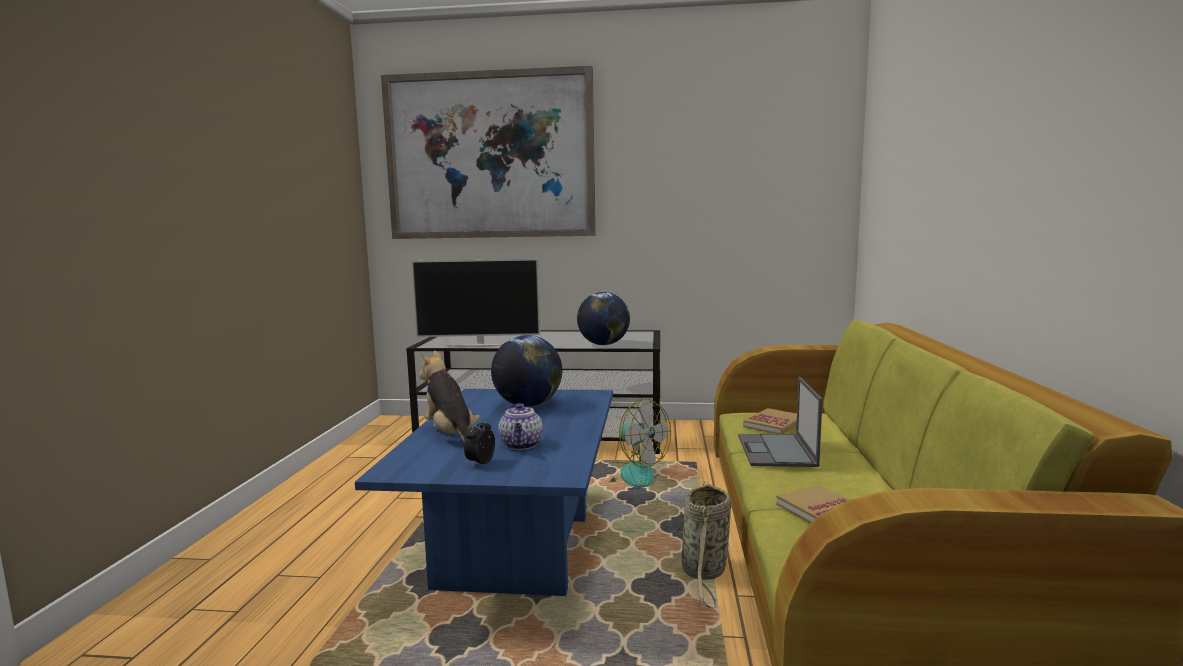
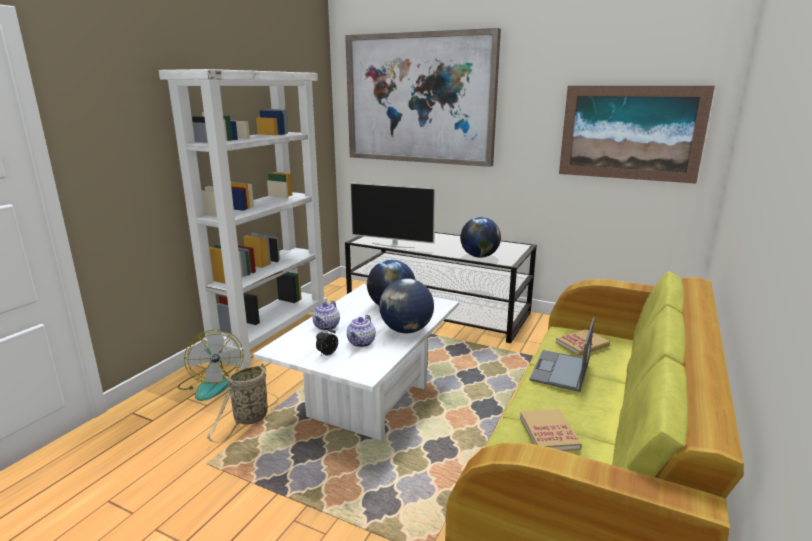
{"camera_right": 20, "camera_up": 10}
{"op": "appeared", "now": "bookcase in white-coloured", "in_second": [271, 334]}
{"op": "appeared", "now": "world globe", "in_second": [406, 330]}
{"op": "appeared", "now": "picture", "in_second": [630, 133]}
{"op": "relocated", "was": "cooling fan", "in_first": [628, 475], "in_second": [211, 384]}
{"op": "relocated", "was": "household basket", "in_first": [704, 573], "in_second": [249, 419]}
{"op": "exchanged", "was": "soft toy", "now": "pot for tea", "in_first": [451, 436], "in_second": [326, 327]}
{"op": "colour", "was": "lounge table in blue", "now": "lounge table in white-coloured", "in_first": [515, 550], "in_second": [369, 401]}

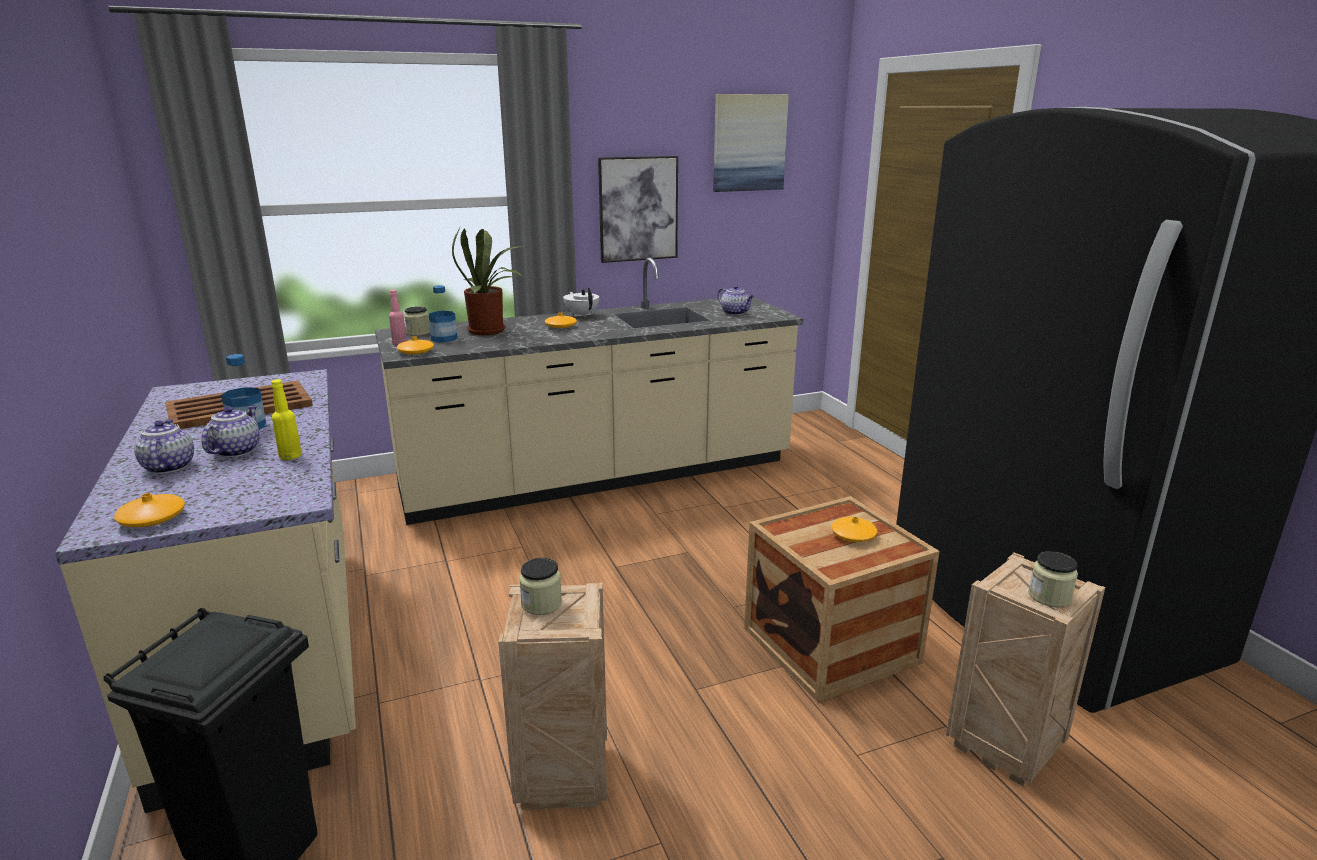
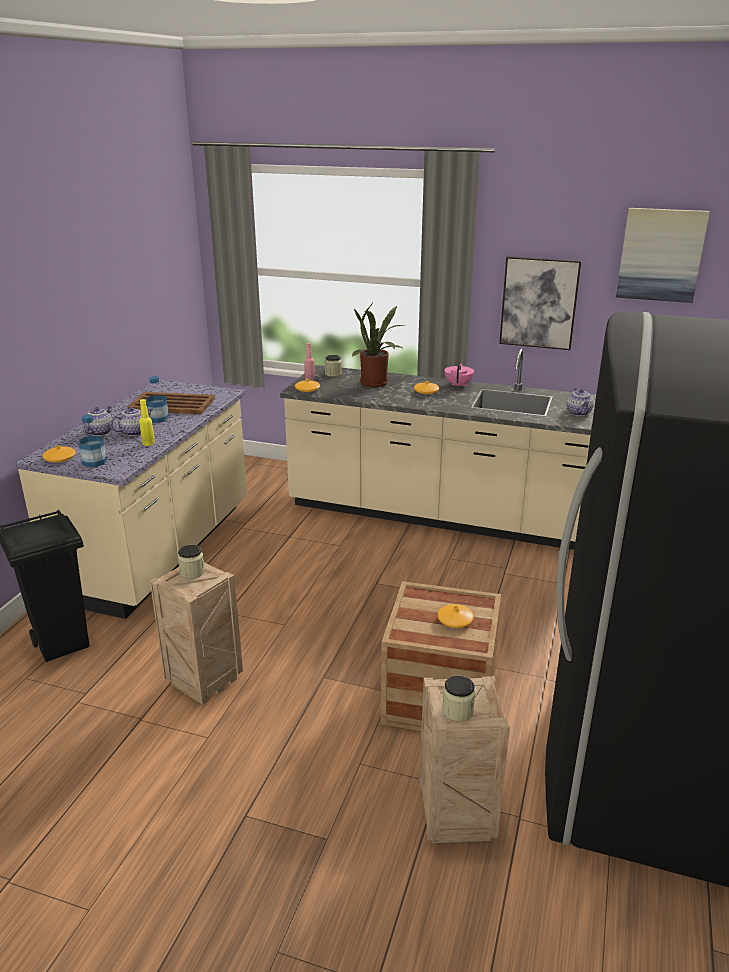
{"camera_right": 40, "camera_up": 5}
{"op": "relocated", "was": "bottle", "in_first": [444, 339], "in_second": [94, 462]}
{"op": "colour", "was": "pot for tea in white-coloured", "now": "pot for tea in pink", "in_first": [582, 315], "in_second": [458, 385]}

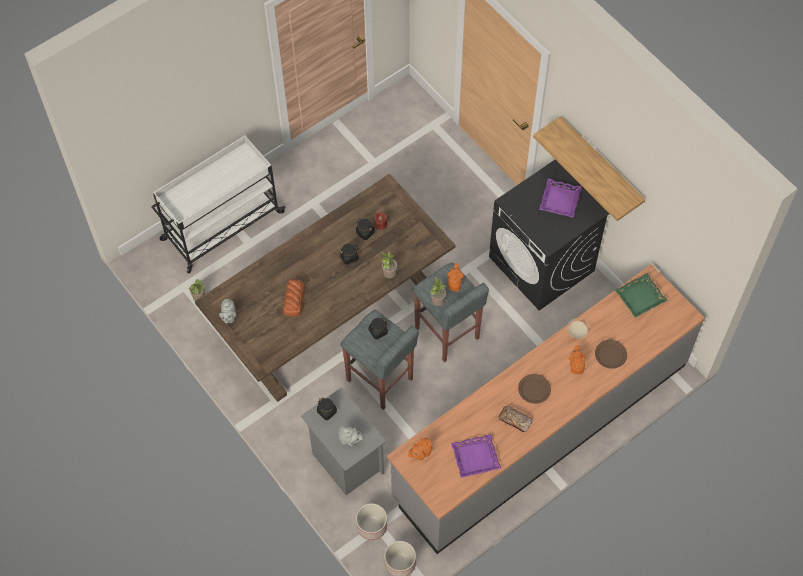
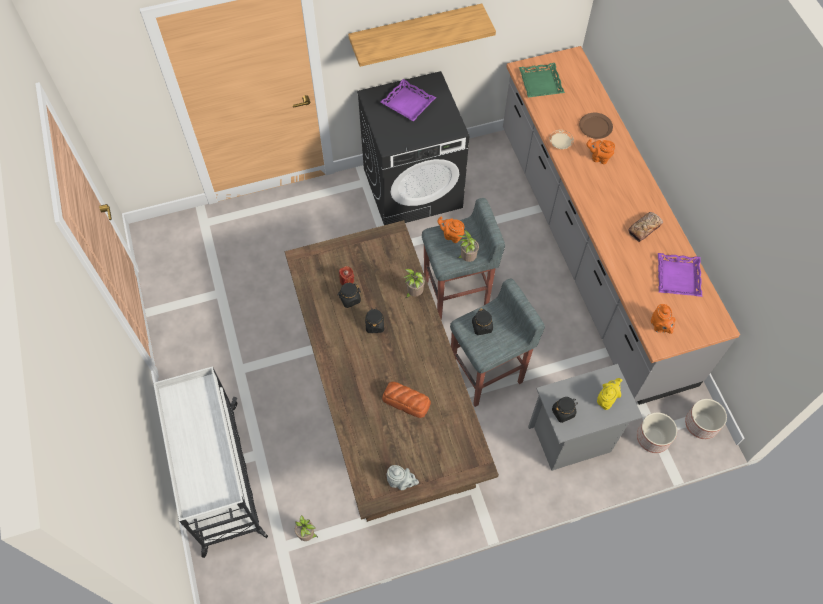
{"camera_right": -70, "camera_up": 0}
{"op": "missing", "was": "dinner plate in brown-coloured", "in_first": [534, 389]}
{"op": "colour", "was": "pot for tea in grey", "now": "pot for tea in yellowish", "in_first": [350, 440], "in_second": [606, 399]}

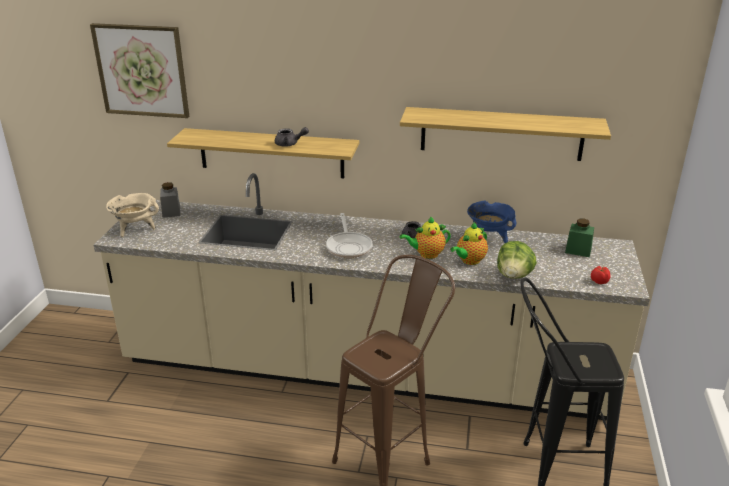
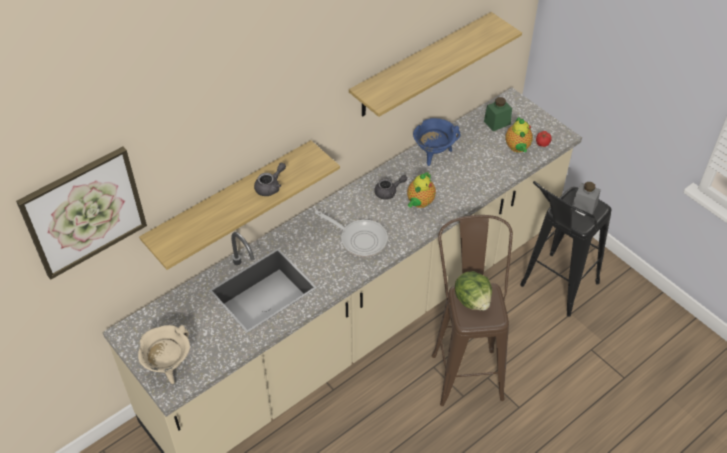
{"camera_right": -50, "camera_up": 20}
{"op": "relocated", "was": "jar in grey", "in_first": [171, 212], "in_second": [584, 206]}
{"op": "relocated", "was": "pot for tea", "in_first": [469, 261], "in_second": [517, 148]}
{"op": "relocated", "was": "lettuce head", "in_first": [514, 275], "in_second": [473, 300]}

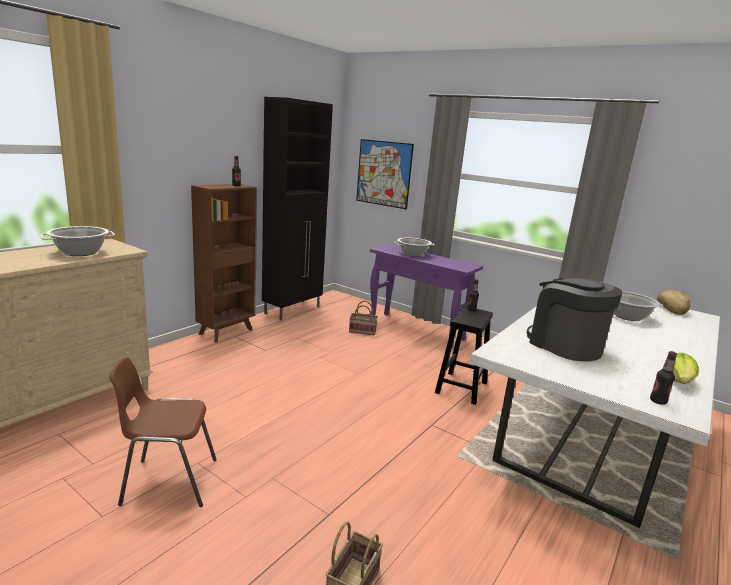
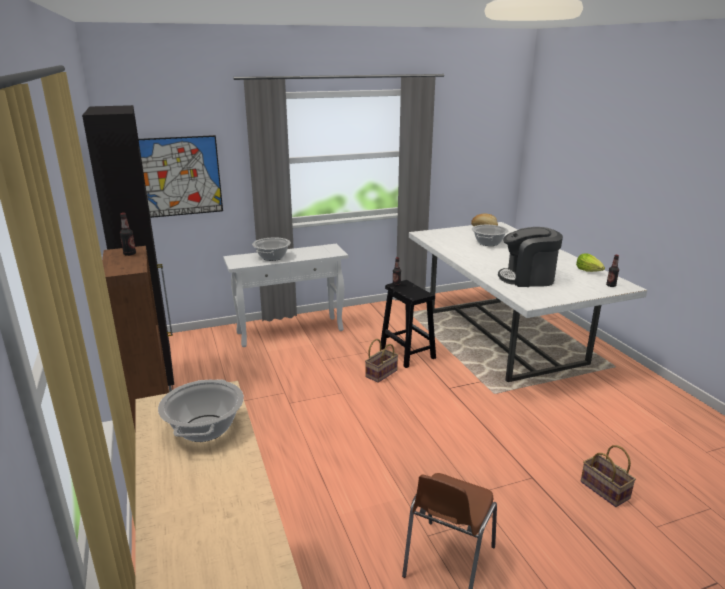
{"camera_right": -55, "camera_up": 5}
{"op": "relocated", "was": "household basket", "in_first": [363, 331], "in_second": [381, 373]}
{"op": "colour", "was": "narrow table in purple", "now": "narrow table in white-coloured", "in_first": [416, 330], "in_second": [291, 331]}

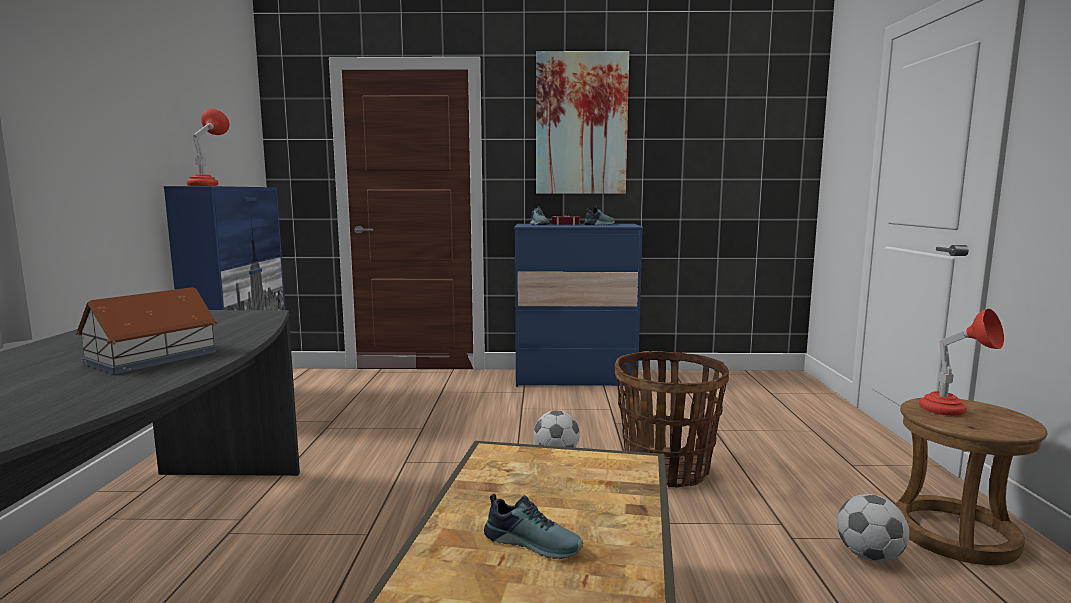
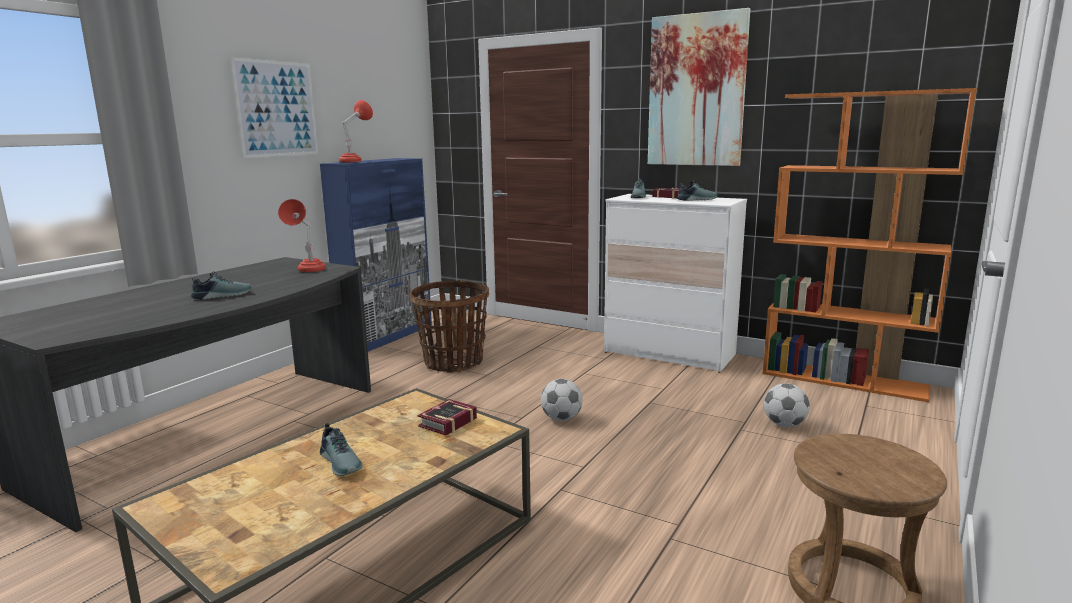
{"camera_right": 30, "camera_up": 5}
{"op": "appeared", "now": "picture", "in_second": [276, 109]}
{"op": "appeared", "now": "book", "in_second": [445, 423]}
{"op": "appeared", "now": "bookcase in orangey", "in_second": [844, 380]}
{"op": "relocated", "was": "household basket", "in_first": [667, 470], "in_second": [453, 363]}
{"op": "relocated", "was": "football", "in_first": [869, 556], "in_second": [784, 424]}
{"op": "relocated", "was": "table lamp in red", "in_first": [953, 413], "in_second": [307, 271]}
{"op": "exchanged", "was": "toy house", "now": "low shoe", "in_first": [150, 358], "in_second": [222, 295]}
{"op": "colour", "was": "chest of drawers in blue", "now": "chest of drawers in white-coloured", "in_first": [575, 378], "in_second": [669, 354]}

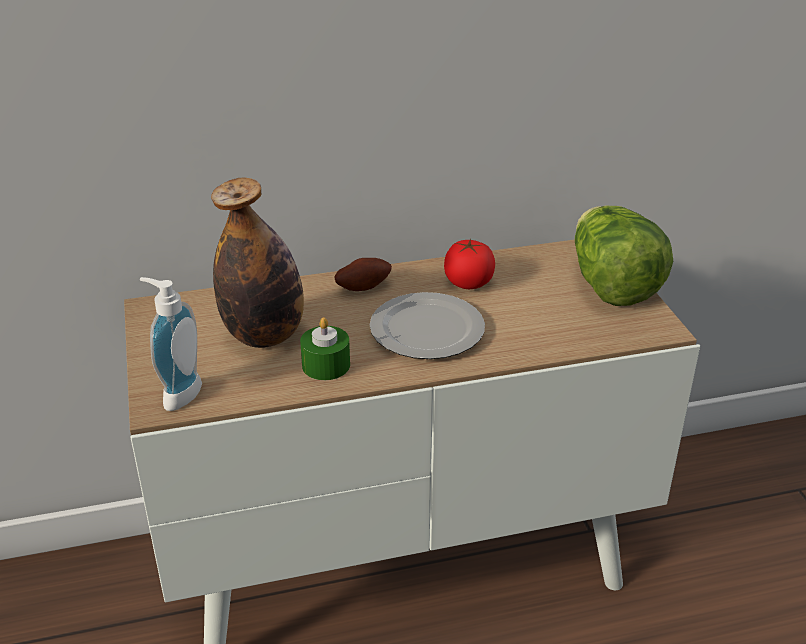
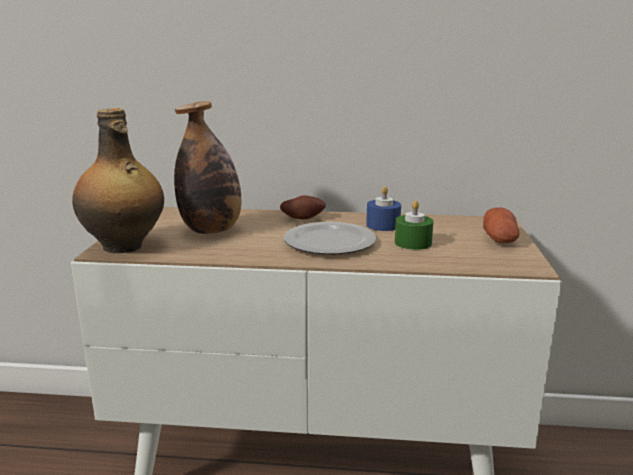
{"camera_right": 20, "camera_up": -15}
{"op": "relocated", "was": "candle in green", "in_first": [326, 365], "in_second": [413, 243]}
{"op": "exchanged", "was": "soap dispenser", "now": "bottle", "in_first": [177, 393], "in_second": [124, 247]}
{"op": "exchanged", "was": "tomato", "now": "candle in blue", "in_first": [468, 283], "in_second": [383, 225]}
{"op": "exchanged", "was": "lettuce head", "now": "potato", "in_first": [611, 285], "in_second": [499, 239]}

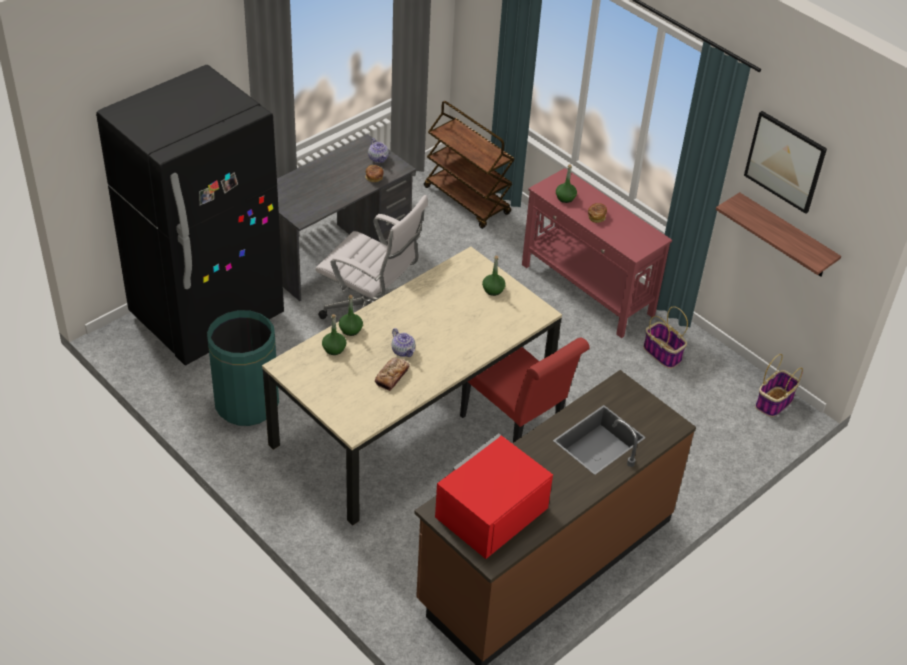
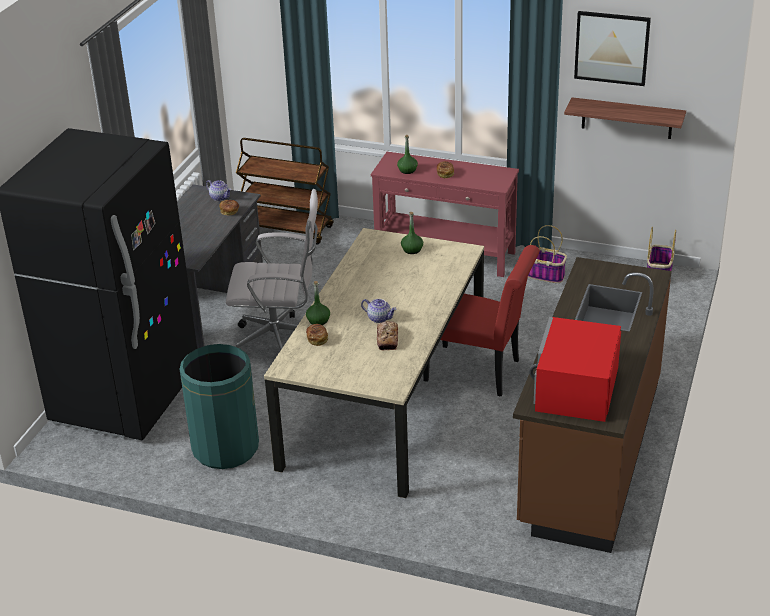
{"camera_right": -25, "camera_up": -10}
{"op": "exchanged", "was": "bottle in green", "now": "bread", "in_first": [334, 348], "in_second": [317, 339]}

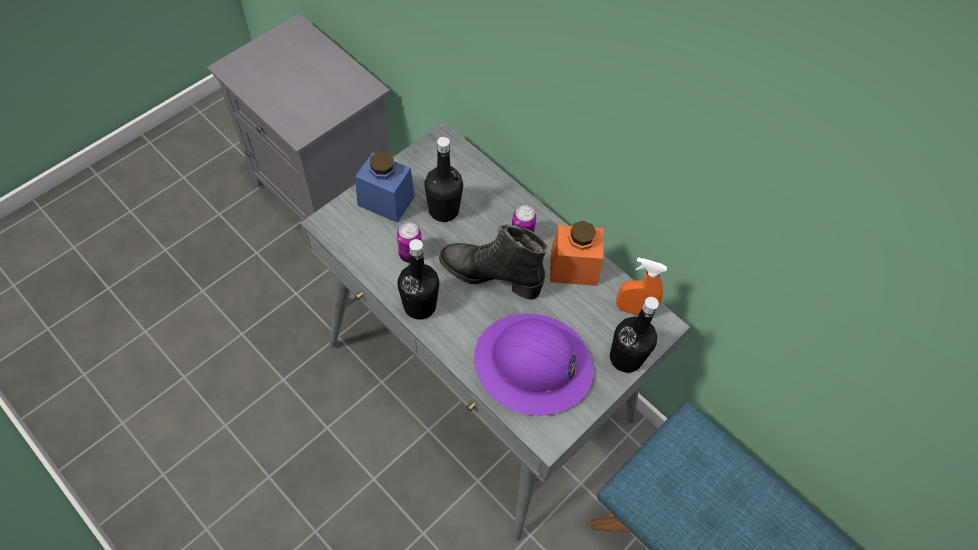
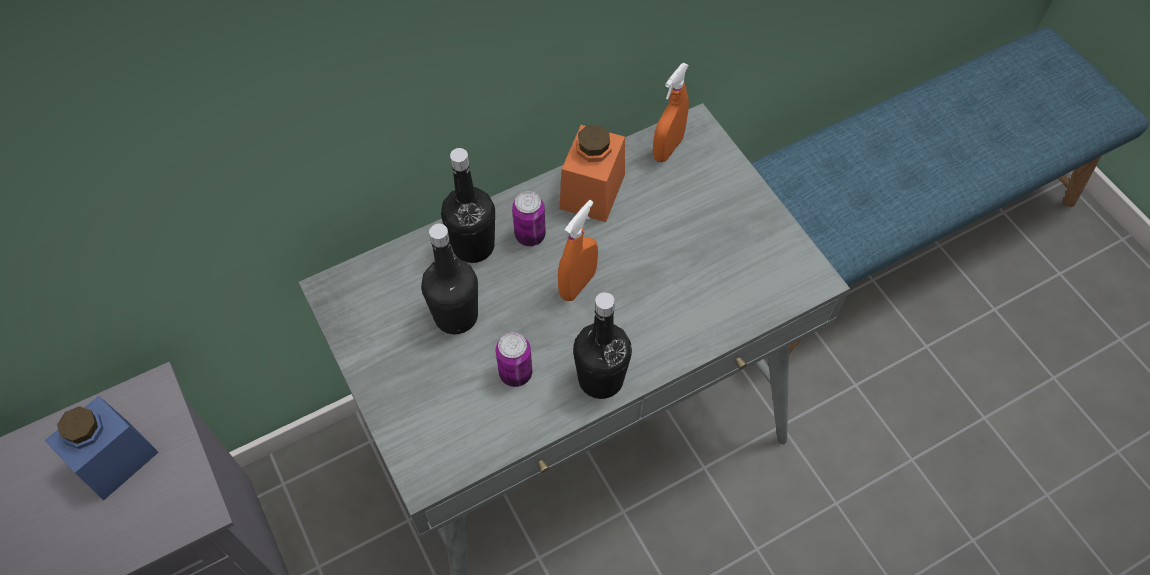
{"camera_right": -70, "camera_up": 0}
{"op": "missing", "was": "work helmet in purple", "in_first": [533, 365]}
{"op": "relocated", "was": "jar in blue", "in_first": [386, 201], "in_second": [115, 459]}
{"op": "relocated", "was": "bottle in blackish", "in_first": [625, 358], "in_second": [473, 246]}
{"op": "exchanged", "was": "high-top boot in blackish", "now": "sprayer in orangey", "in_first": [490, 275], "in_second": [577, 284]}

